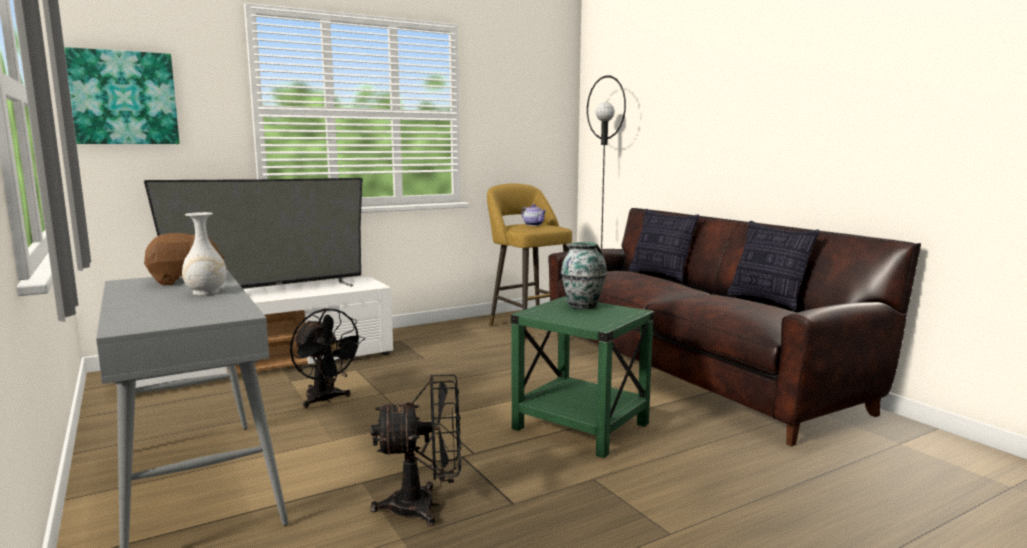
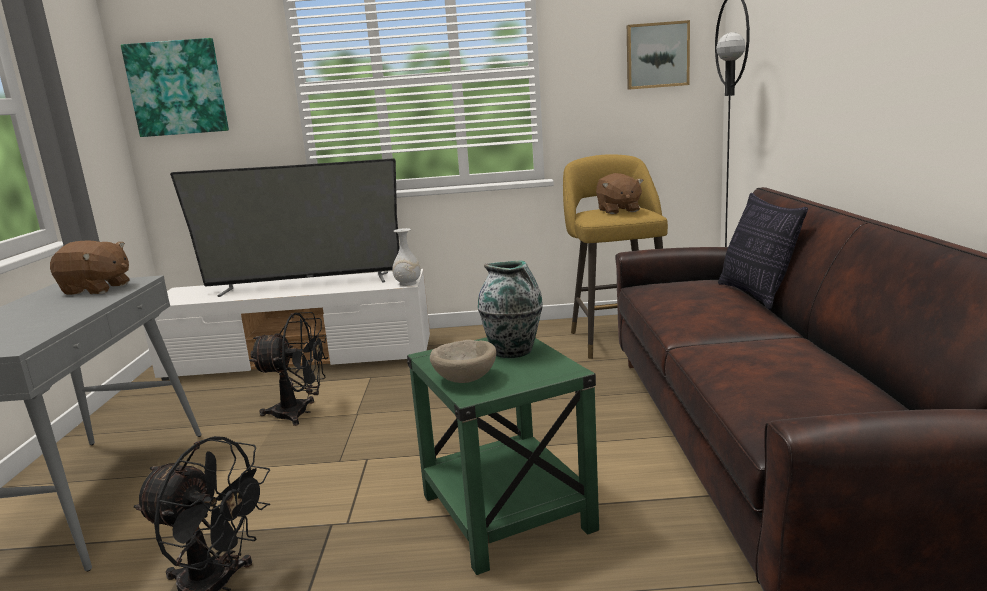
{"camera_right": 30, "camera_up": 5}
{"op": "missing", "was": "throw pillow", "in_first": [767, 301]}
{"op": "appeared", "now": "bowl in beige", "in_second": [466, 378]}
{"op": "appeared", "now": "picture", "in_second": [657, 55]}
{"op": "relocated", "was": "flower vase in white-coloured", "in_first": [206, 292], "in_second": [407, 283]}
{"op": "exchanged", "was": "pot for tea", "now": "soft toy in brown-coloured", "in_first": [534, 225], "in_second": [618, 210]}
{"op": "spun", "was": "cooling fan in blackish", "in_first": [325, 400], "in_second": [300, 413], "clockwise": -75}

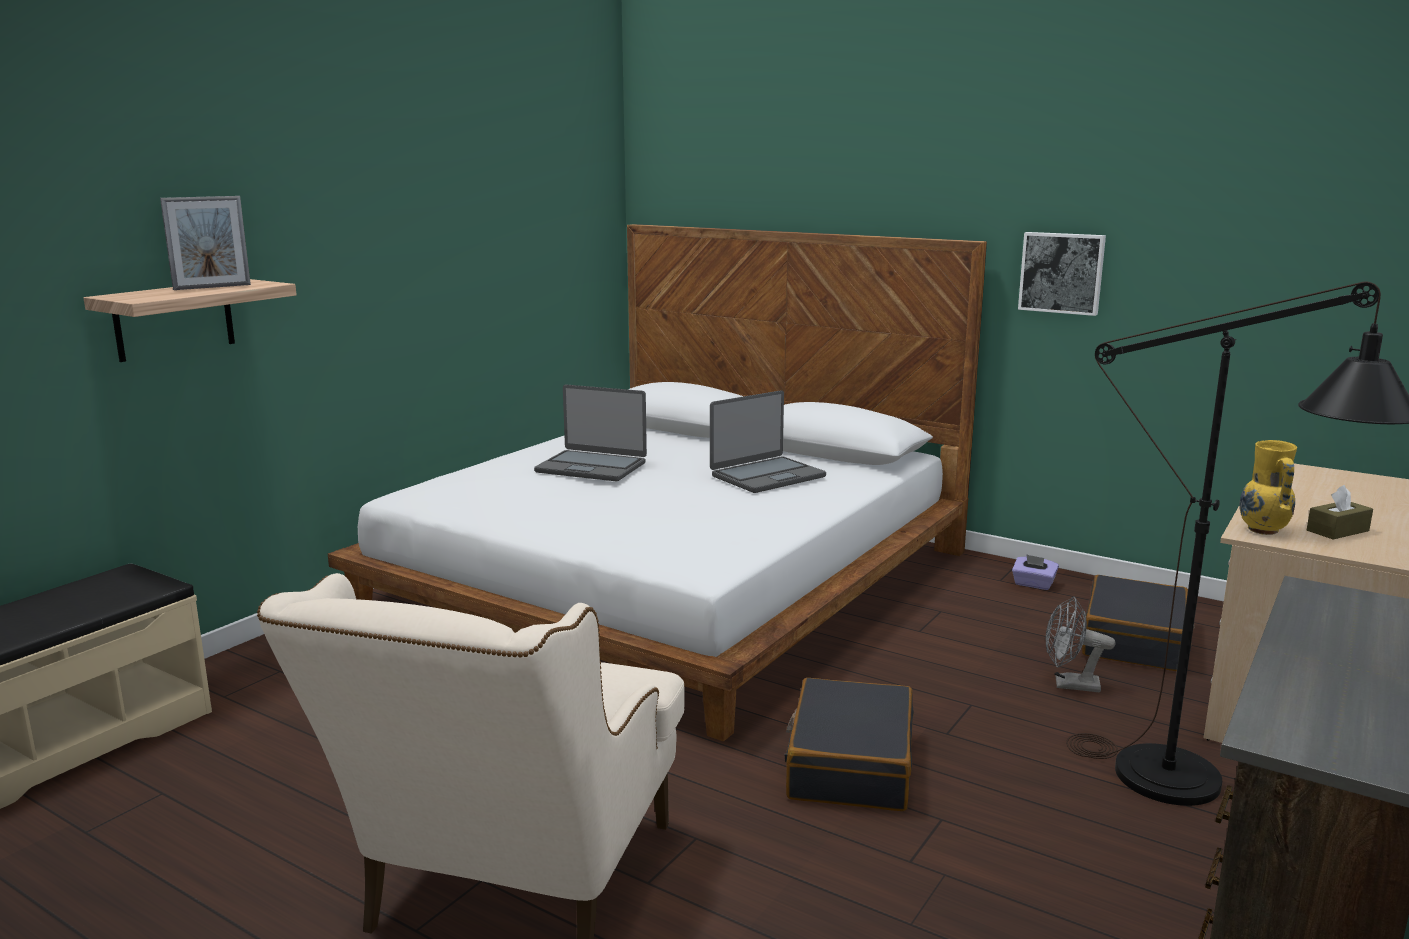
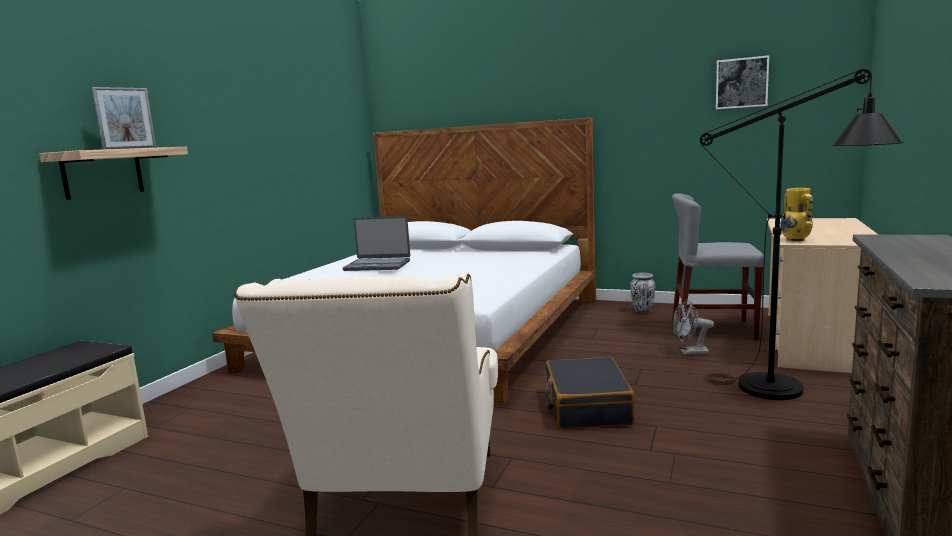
{"camera_right": -10, "camera_up": -5}
{"op": "missing", "was": "laptop", "in_first": [767, 476]}
{"op": "missing", "was": "tissue holder in brown-coloured", "in_first": [1337, 531]}
{"op": "relocated", "was": "picture", "in_first": [1062, 272], "in_second": [741, 83]}
{"op": "exchanged", "was": "tissue holder in purple", "now": "flower vase", "in_first": [1033, 584], "in_second": [642, 311]}
{"op": "exchanged", "was": "travel case in blackish", "now": "plain chair in grey", "in_first": [1135, 641], "in_second": [713, 329]}

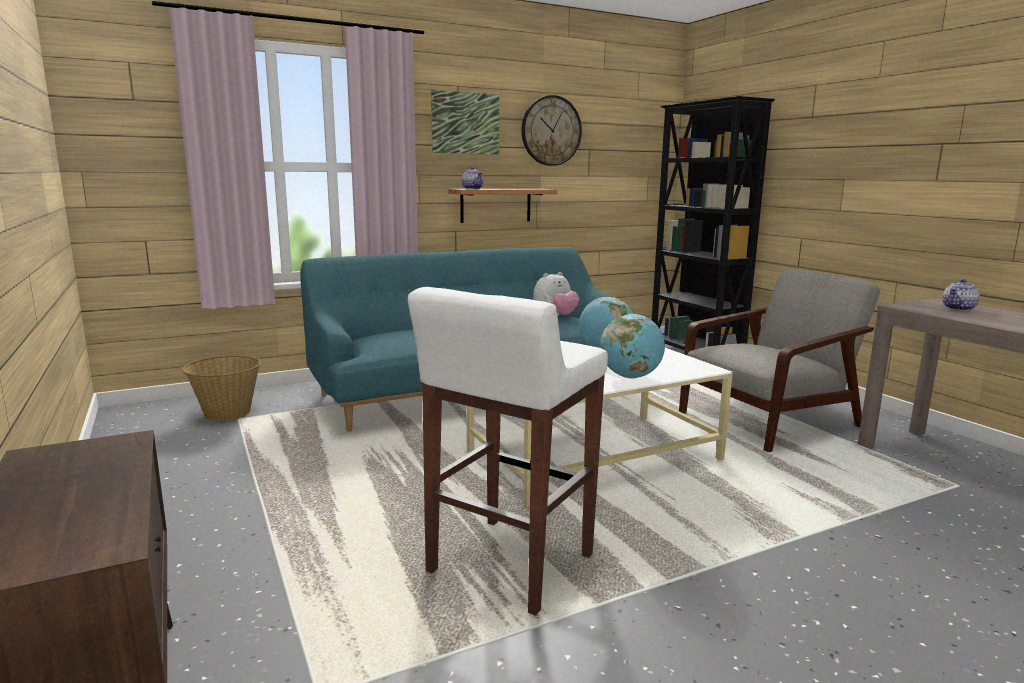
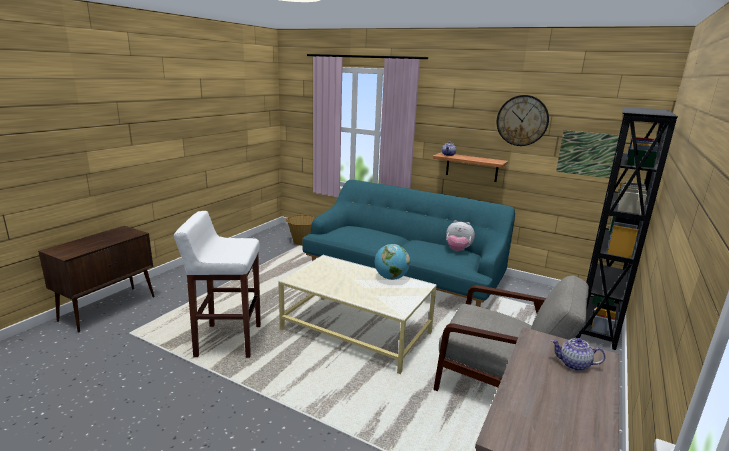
{"camera_right": 55, "camera_up": 5}
{"op": "missing", "was": "world globe", "in_first": [630, 377]}
{"op": "relocated", "was": "picture", "in_first": [465, 123], "in_second": [588, 154]}

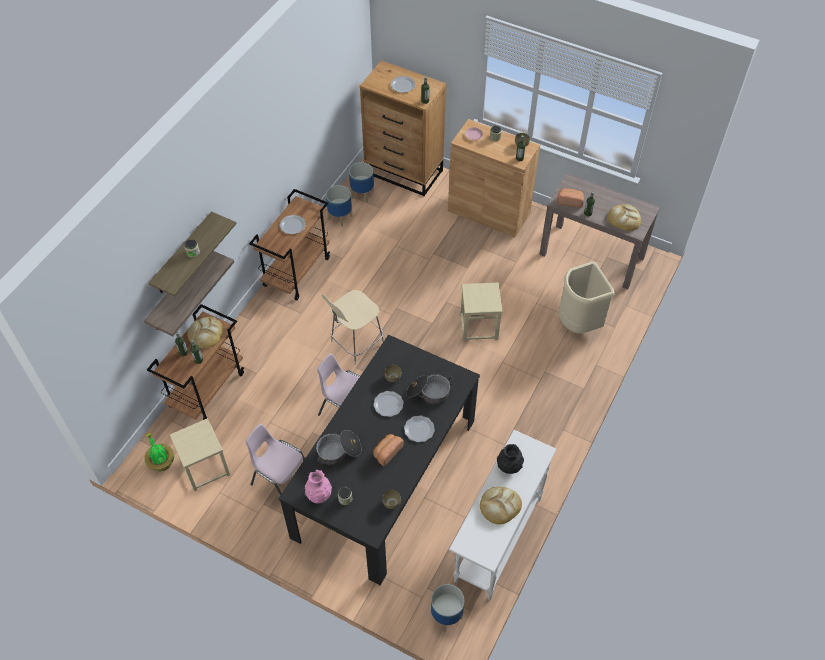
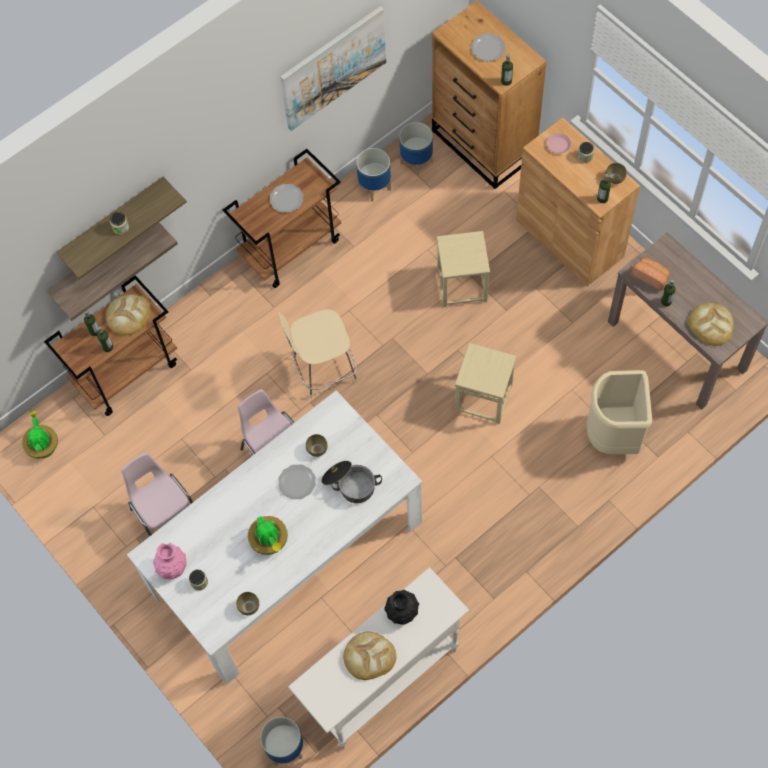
{"camera_right": 25, "camera_up": 10}
{"op": "missing", "was": "stockpot", "in_first": [339, 452]}
{"op": "missing", "was": "dinner plate", "in_first": [419, 430]}
{"op": "appeared", "now": "picture", "in_second": [333, 67]}
{"op": "relocated", "was": "sitting stool in beige", "in_first": [206, 468], "in_second": [462, 285]}
{"op": "exchanged", "was": "bread", "now": "potted plant", "in_first": [387, 452], "in_second": [270, 542]}
{"op": "colour", "was": "dining table in blackish", "now": "dining table in white-coloured", "in_first": [385, 477], "in_second": [286, 556]}

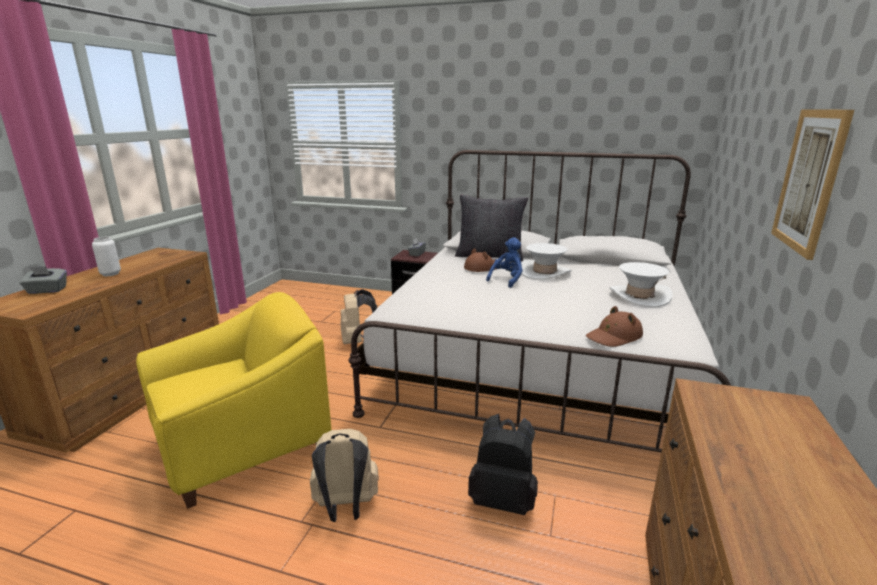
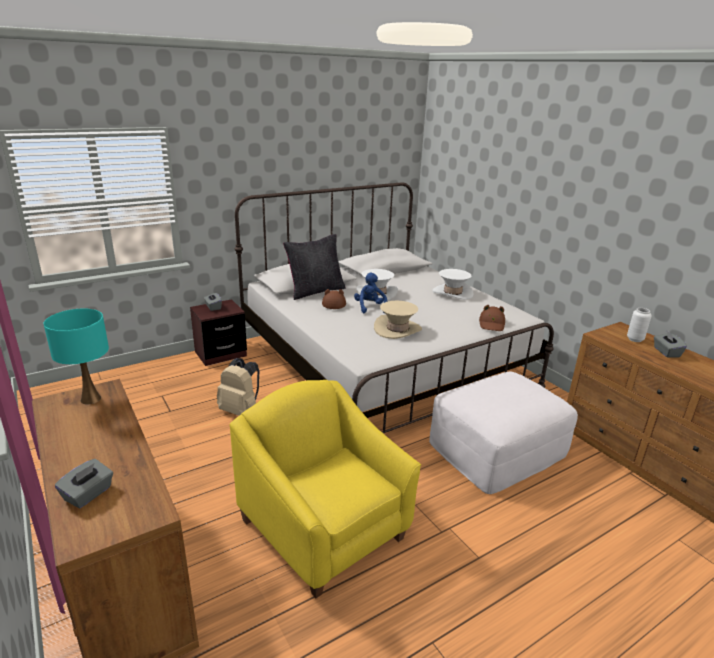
{"camera_right": -50, "camera_up": 5}
{"op": "missing", "was": "rucksack in beige", "in_first": [345, 508]}
{"op": "missing", "was": "picture", "in_first": [809, 180]}
{"op": "appeared", "now": "table lamp in turquoise-coloured", "in_second": [90, 399]}
{"op": "appeared", "now": "clothing hat in beige", "in_second": [397, 329]}
{"op": "appeared", "now": "tissue holder in grey", "in_second": [666, 352]}
{"op": "relocated", "was": "flower vase in white-coloured", "in_first": [110, 274], "in_second": [635, 339]}
{"op": "exchanged", "was": "rucksack in blackish", "now": "ottoman in white-coloured", "in_first": [503, 500], "in_second": [497, 448]}
{"op": "spun", "was": "armchair in yellowish", "in_first": [244, 447], "in_second": [324, 529], "clockwise": -45}

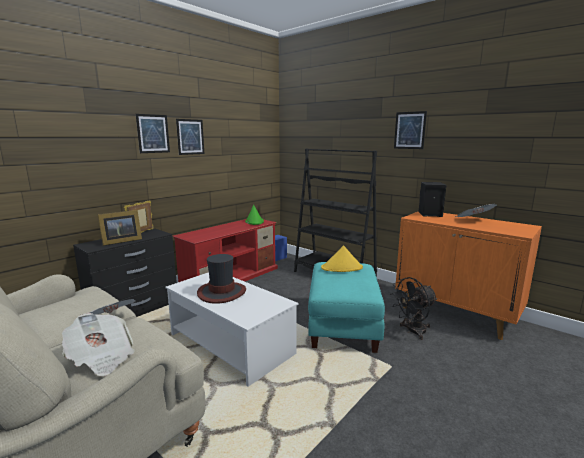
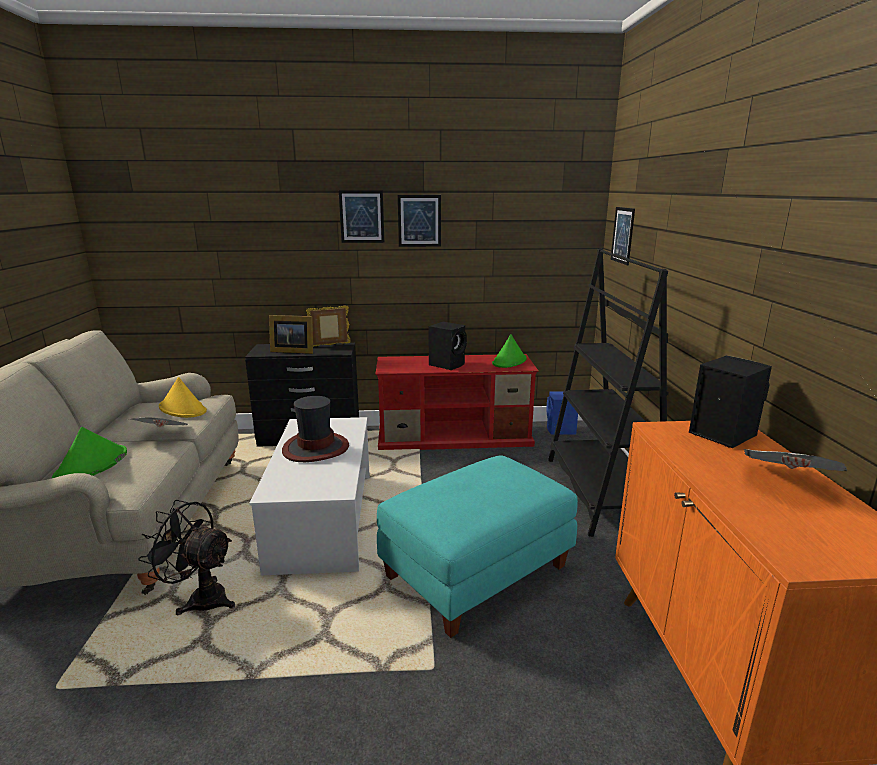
{"camera_right": 45, "camera_up": 5}
{"op": "appeared", "now": "speaker in blackish", "in_second": [447, 364]}
{"op": "relocated", "was": "clothing hat in yellowish", "in_first": [342, 268], "in_second": [183, 409]}
{"op": "relocated", "was": "cooling fan in blackish", "in_first": [412, 331], "in_second": [200, 598]}
{"op": "relocated", "was": "picture", "in_first": [409, 130], "in_second": [622, 235]}
{"op": "exchanged", "was": "newspaper", "now": "clothing hat in green", "in_first": [101, 358], "in_second": [91, 466]}

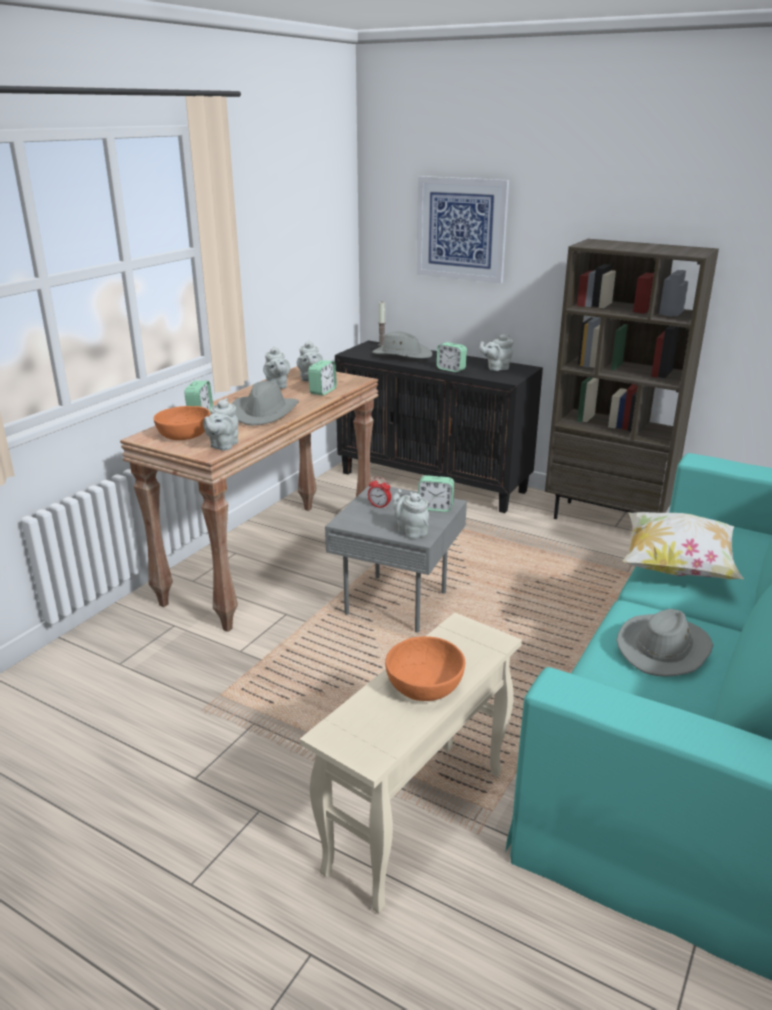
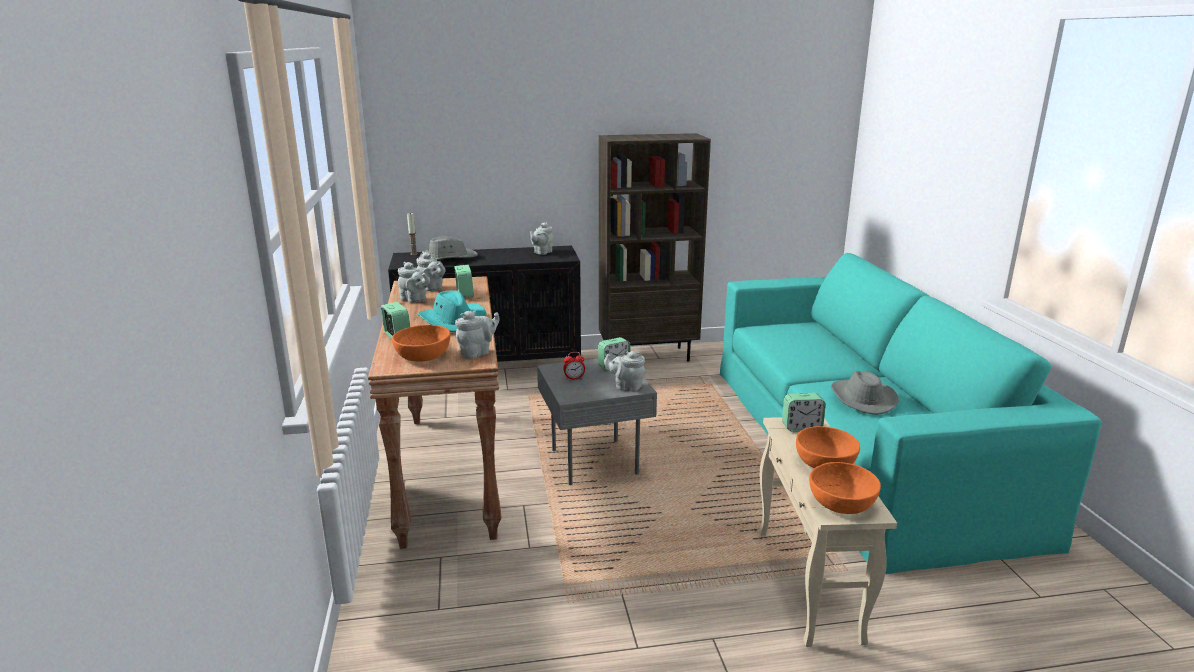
{"camera_right": -40, "camera_up": -5}
{"op": "missing", "was": "picture", "in_first": [461, 229]}
{"op": "missing", "was": "throw pillow", "in_first": [676, 567]}
{"op": "appeared", "now": "bowl in orangey", "in_second": [841, 503]}
{"op": "relocated", "was": "table clock", "in_first": [451, 369], "in_second": [801, 427]}
{"op": "colour", "was": "clothing hat in grey", "now": "clothing hat in turquoise-coloured", "in_first": [265, 413], "in_second": [454, 321]}
{"op": "spun", "was": "pot for tea in grey", "in_first": [223, 446], "in_second": [477, 353], "clockwise": -105}

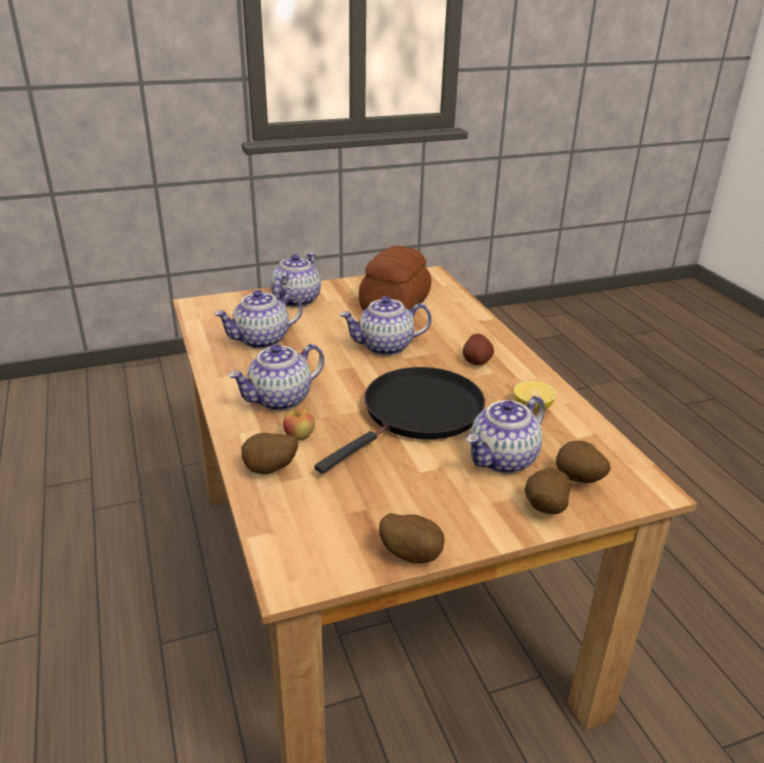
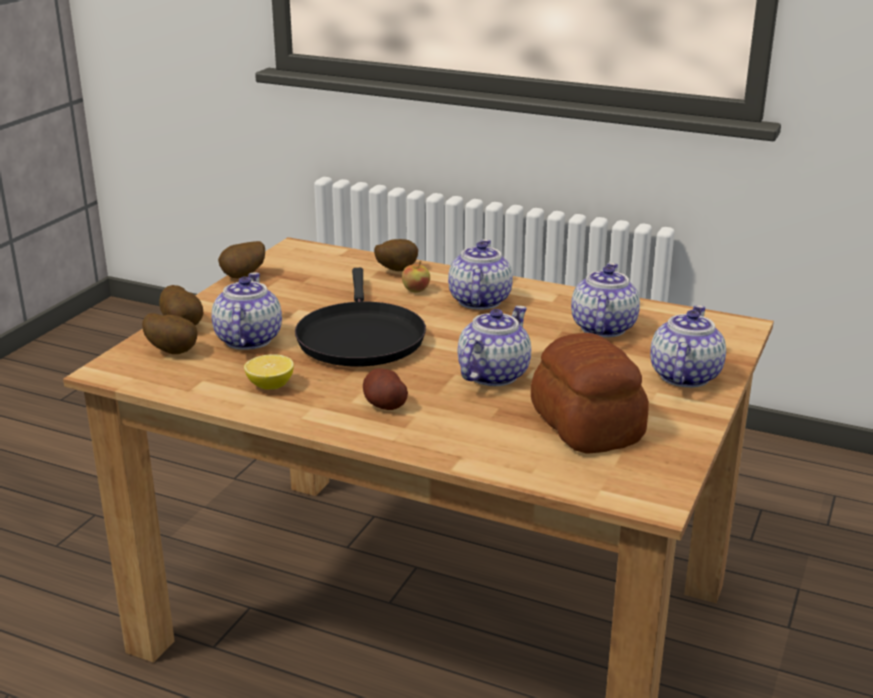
{"camera_right": 135, "camera_up": -5}
{"op": "spun", "was": "pot for tea", "in_first": [296, 300], "in_second": [684, 376], "clockwise": -135}

